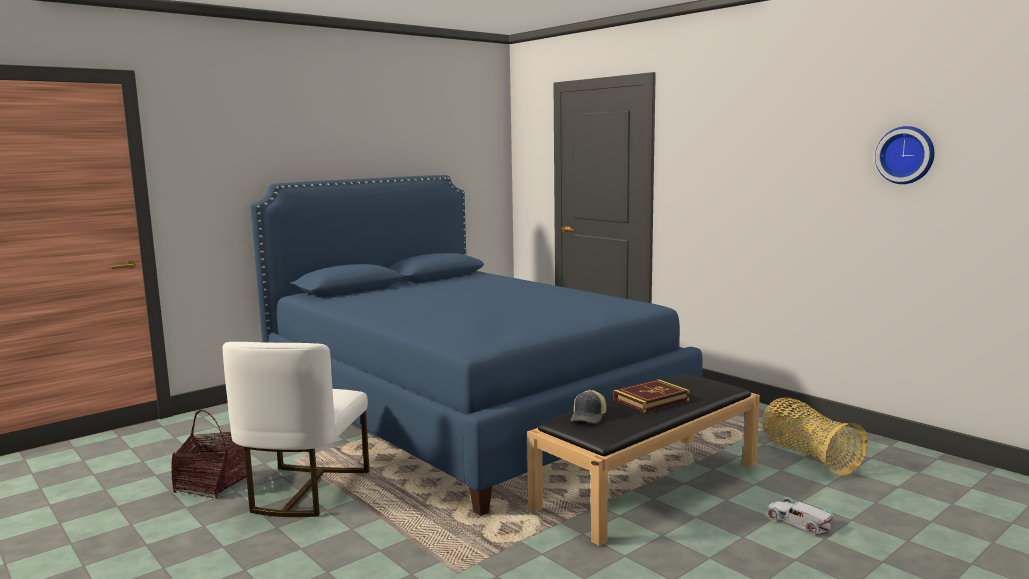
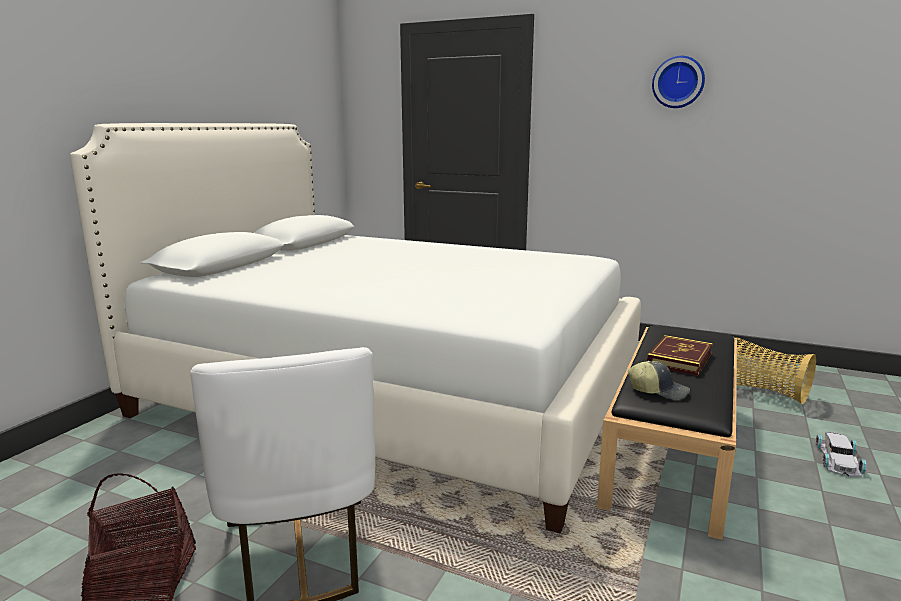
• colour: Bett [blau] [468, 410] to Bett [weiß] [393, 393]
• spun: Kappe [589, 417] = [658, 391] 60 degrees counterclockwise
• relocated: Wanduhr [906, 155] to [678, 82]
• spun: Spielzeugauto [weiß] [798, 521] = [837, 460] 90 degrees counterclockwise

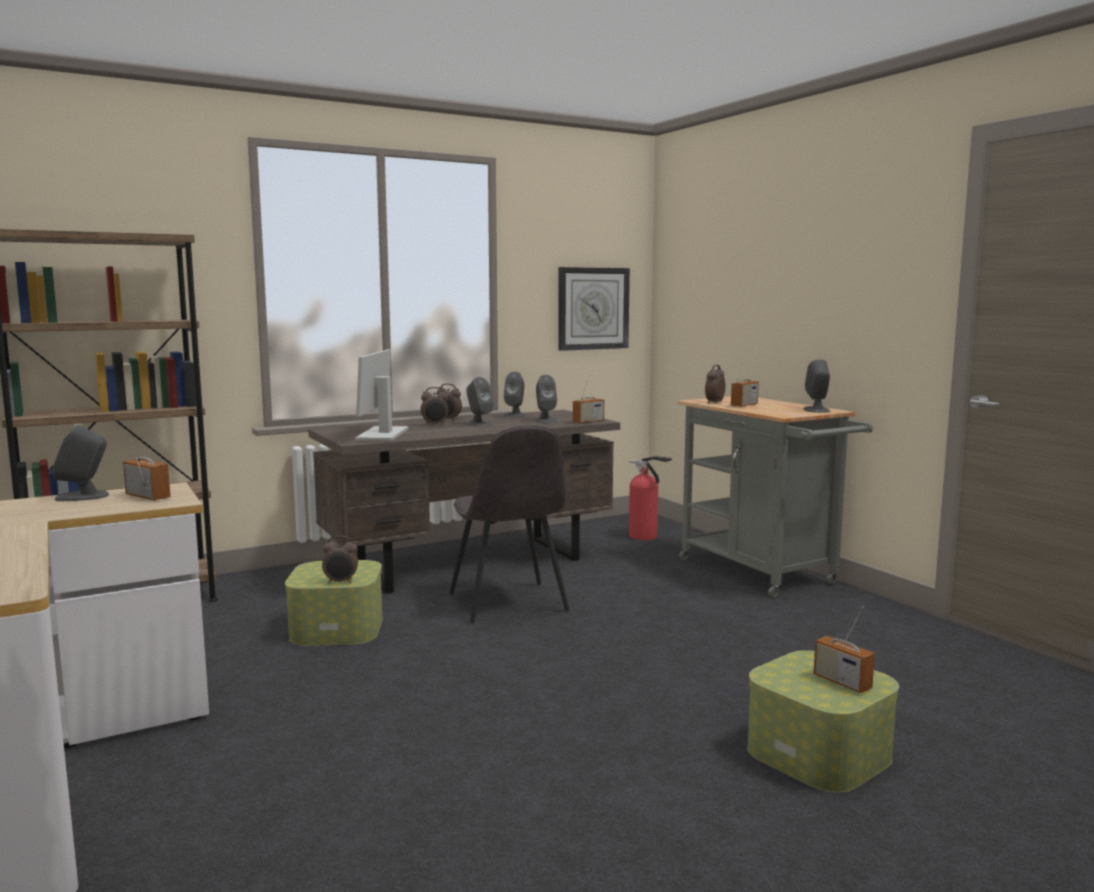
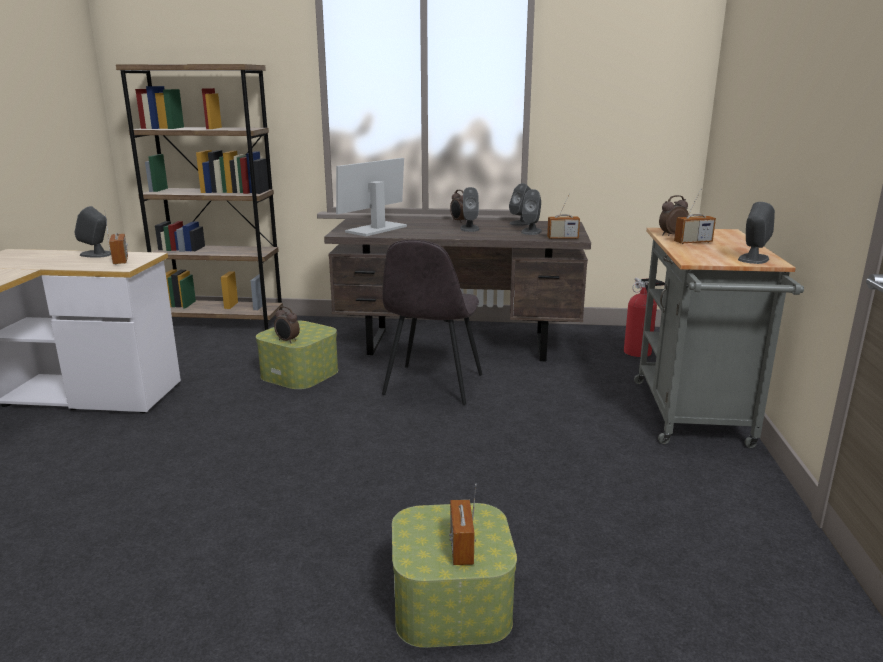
• missing: Wecker [435, 425]
• missing: Wanduhr [593, 308]

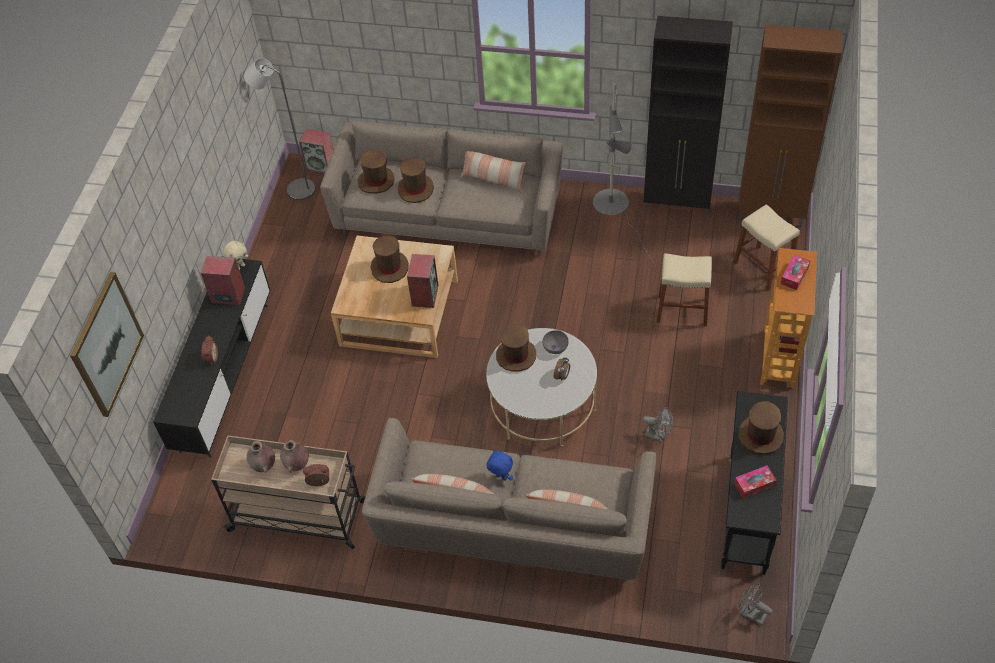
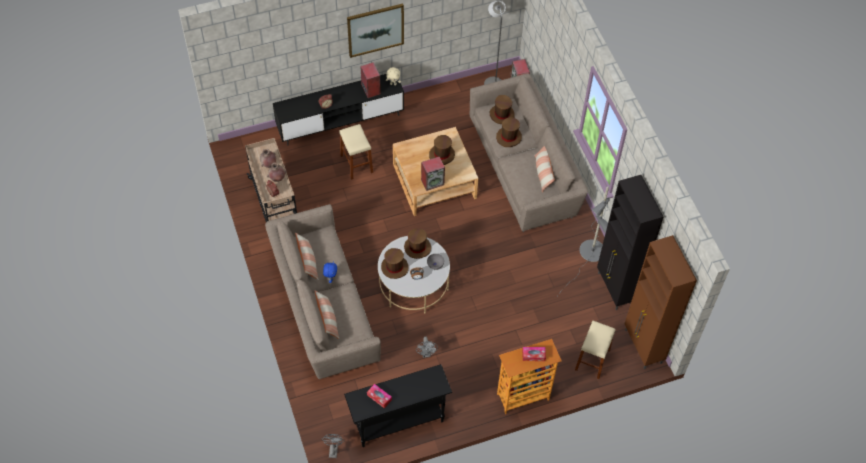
• relocated: Hocker [beige] [682, 310] to [356, 164]
• relocated: Bild [106, 344] to [375, 30]
• relocated: Hut [braun] [760, 436] to [394, 267]

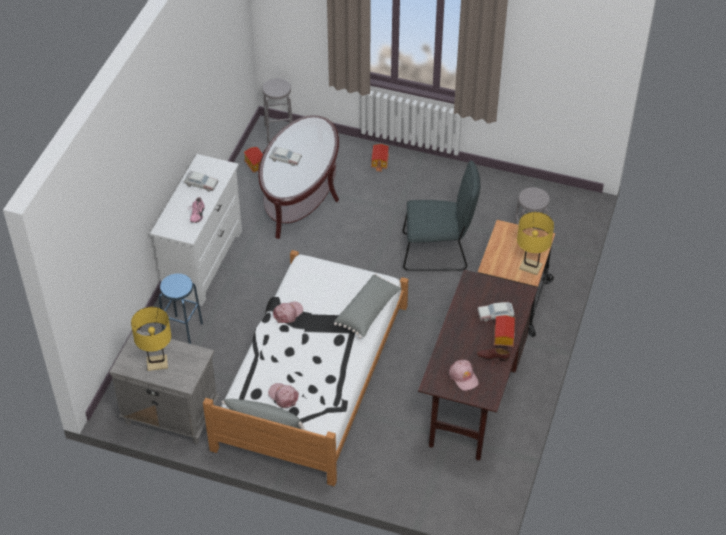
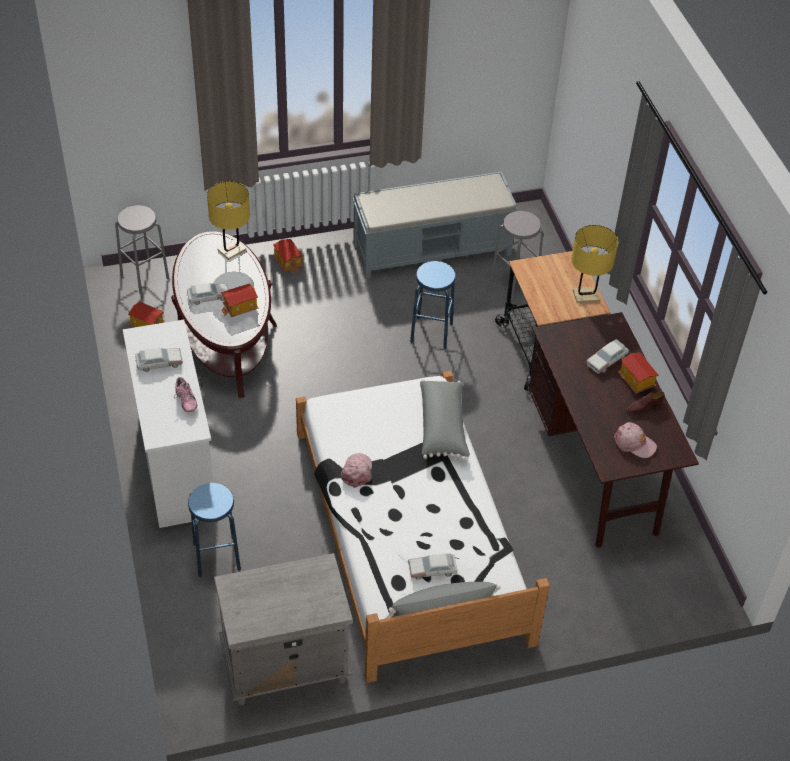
• relocated: Tischlampe [gelb] [157, 363] to [232, 250]
• appeared: Spielzeughaus [240, 308]
• appeared: Bank [grau] [433, 249]
• exchanged: Kappe [rosa] [283, 396] to Spielzeugauto [433, 569]
• exchanged: Stuhl [grau] [438, 252] to Hocker [blau] [431, 333]

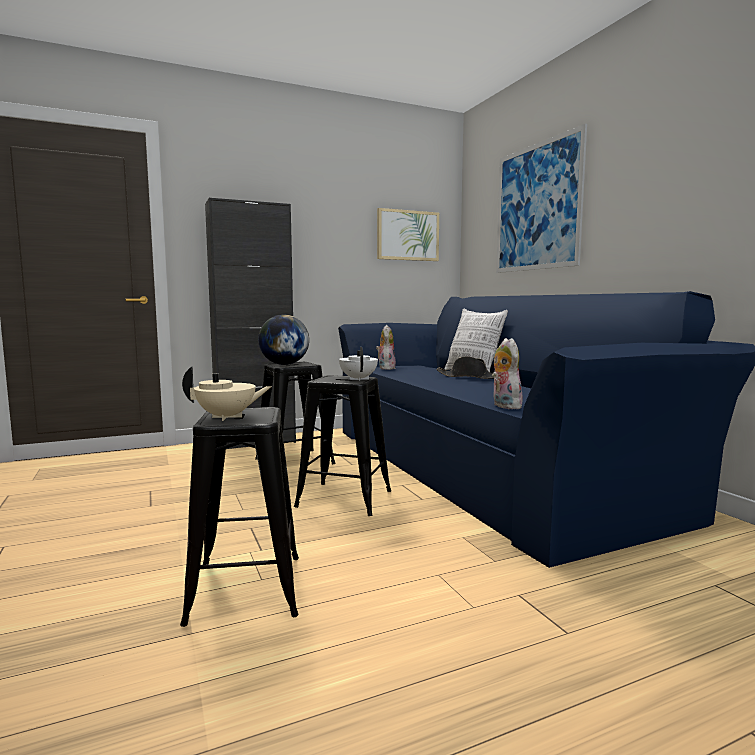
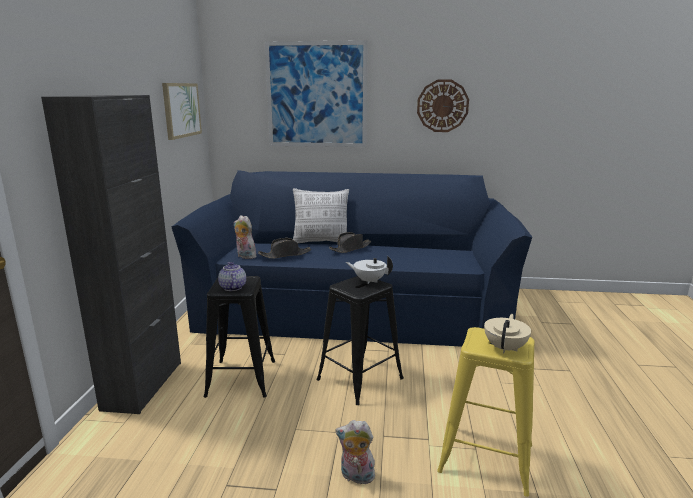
• exchanged: Globus [284, 364] to Teekanne [232, 287]
• appeared: Hut [schwarz] [285, 255]
• relocated: Plüschtier [504, 406] to [356, 477]
• appeared: Wanduhr [442, 106]
• colour: Hocker [schwarz] [246, 587] to Hocker [gelb] [485, 458]

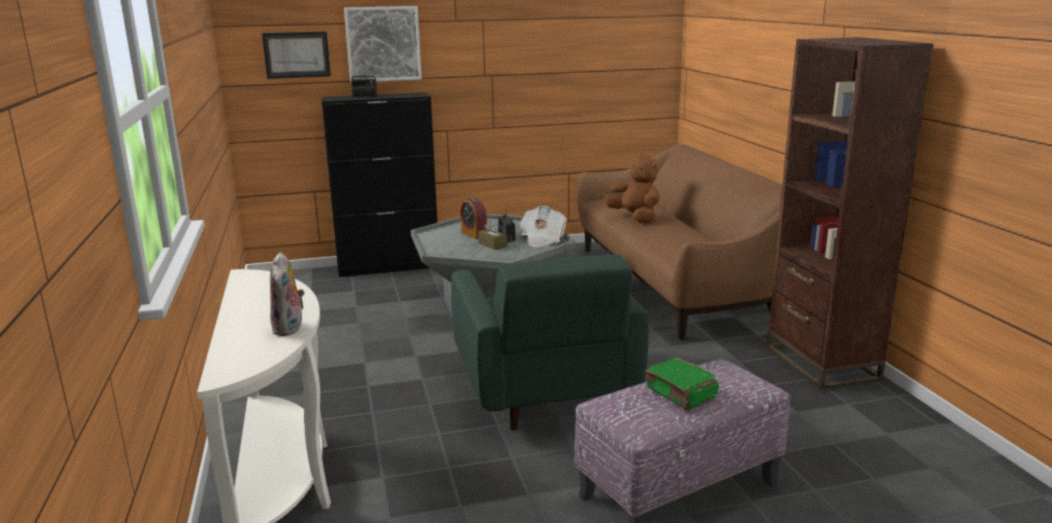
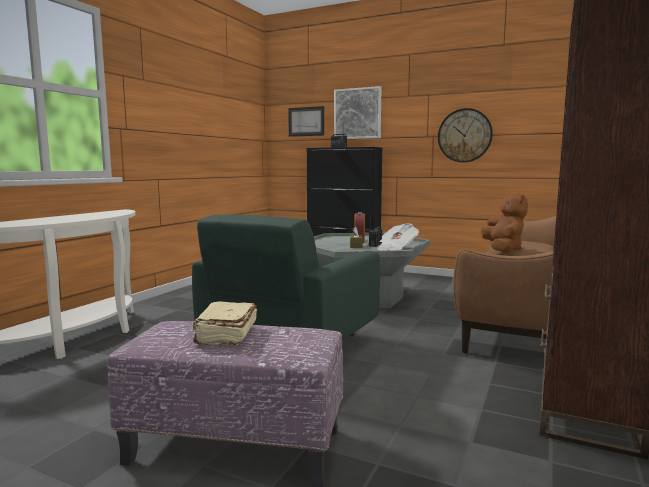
• colour: Buch [grün] [681, 394] to Buch [beige] [226, 335]
• appeared: Wanduhr [464, 135]
• missing: Plüschtier [290, 329]

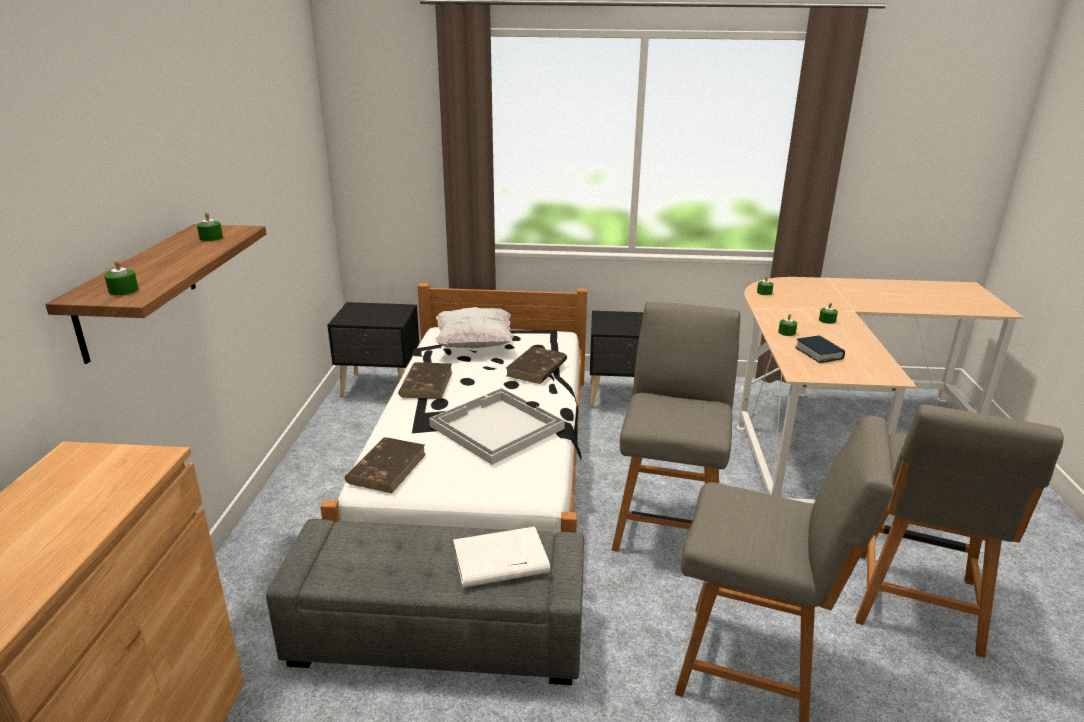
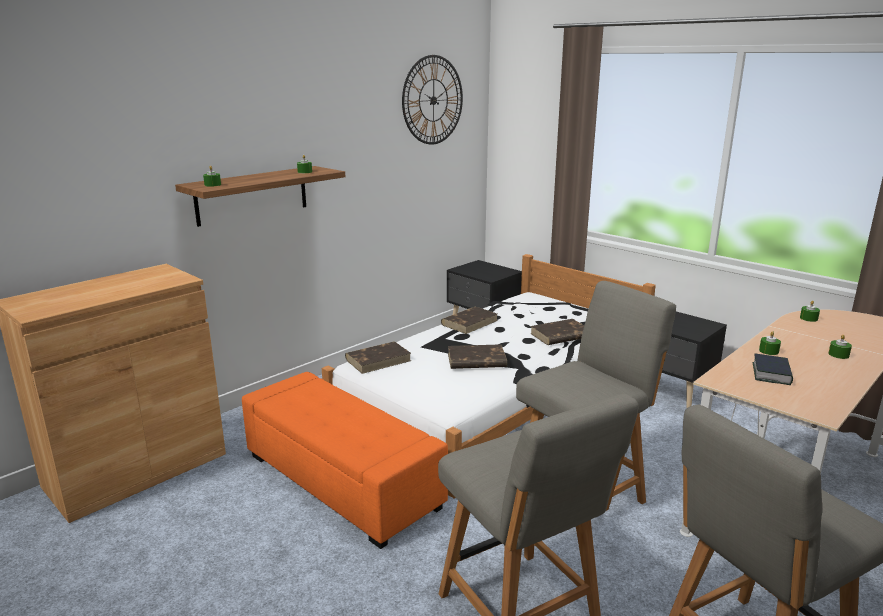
• colour: Polsterhocker [grau] [438, 634] to Polsterhocker [orange] [342, 480]
• appeared: Wanduhr [433, 100]
• exchanged: Tablett [weiß] [495, 427] to Buch [braun] [476, 360]
• missing: Kissen [weiß] [474, 345]
• missing: Buch [weiß] [499, 562]

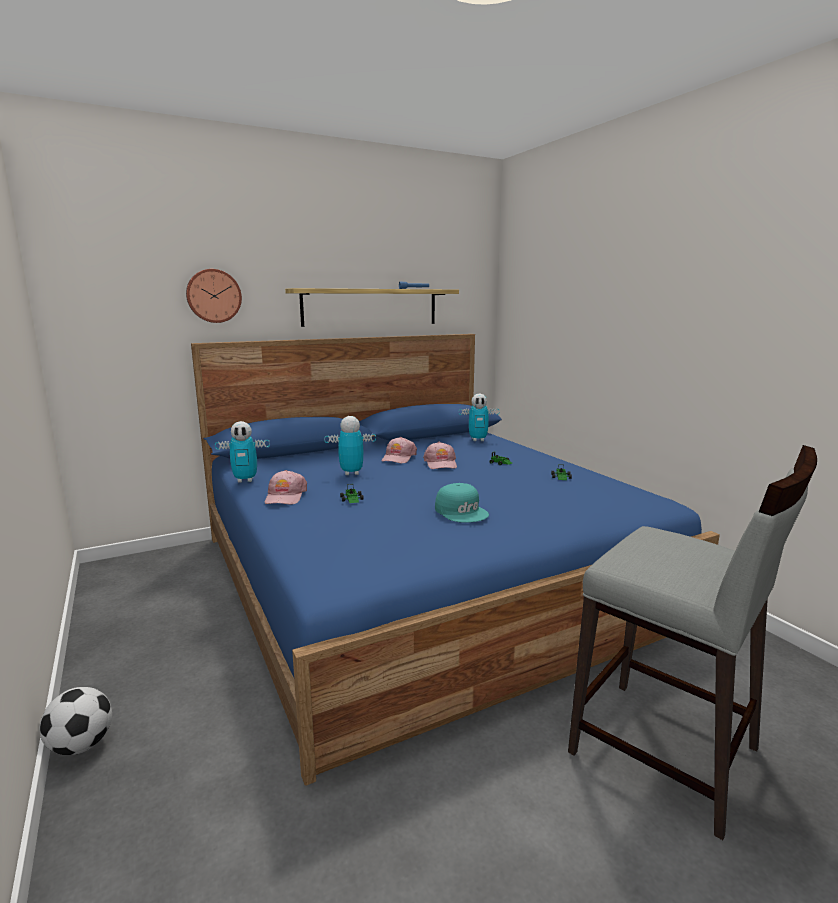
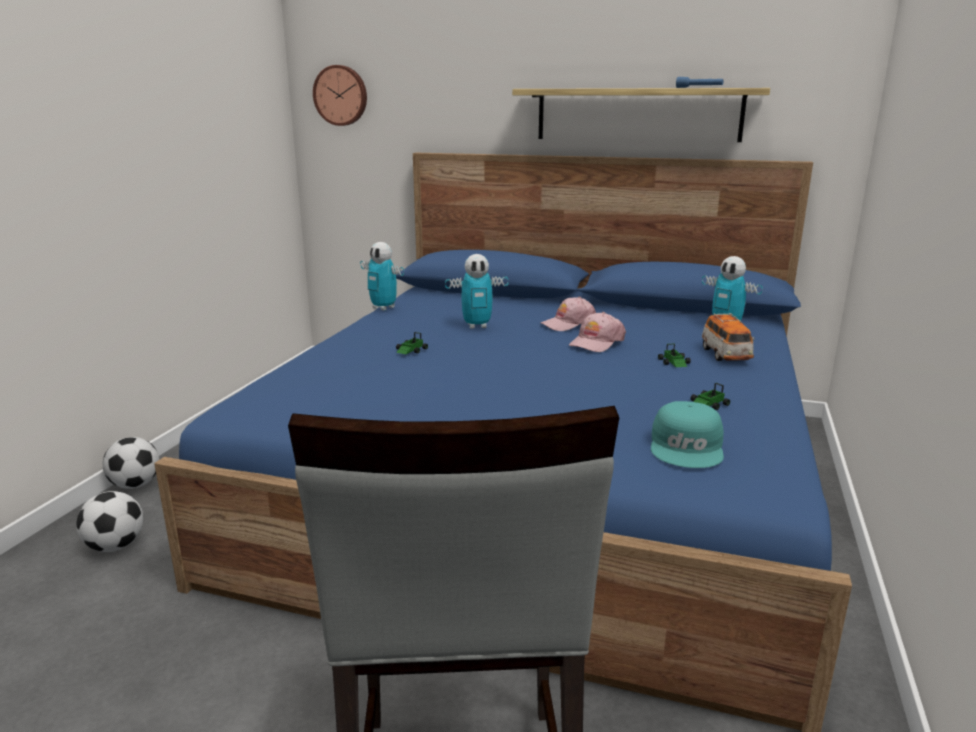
• appeared: Fußball [115, 546]
• relocated: Wanduhr [213, 296] to [341, 95]
• spun: Spielzeugroboter [351, 473] = [477, 326] 135 degrees clockwise
• relocated: Kappe [türkis] [462, 511] to [688, 447]
• appeared: Spielzeugauto [725, 355]
• missing: Kappe [rosa] [285, 496]

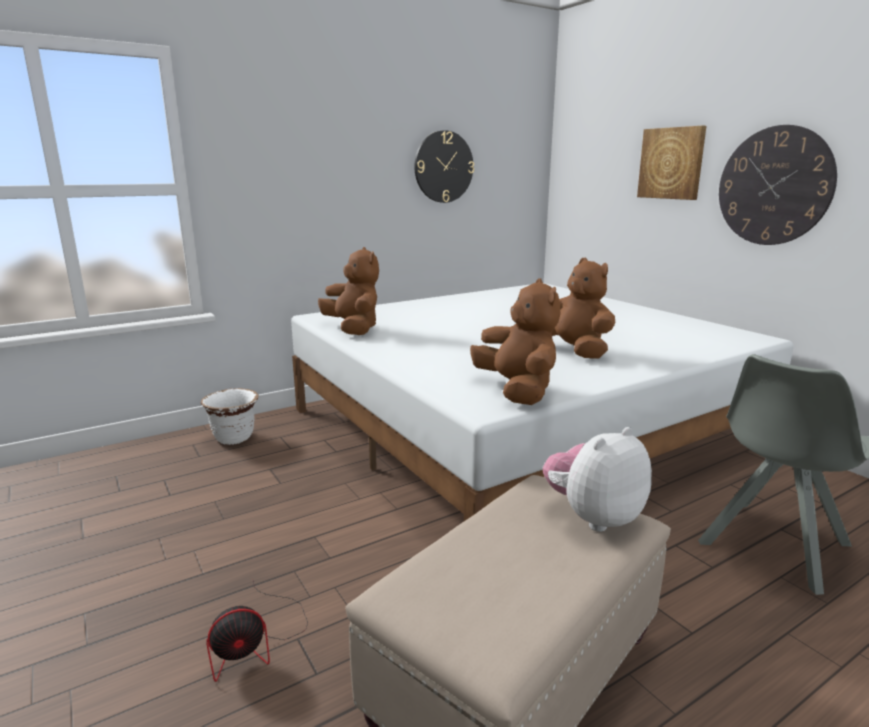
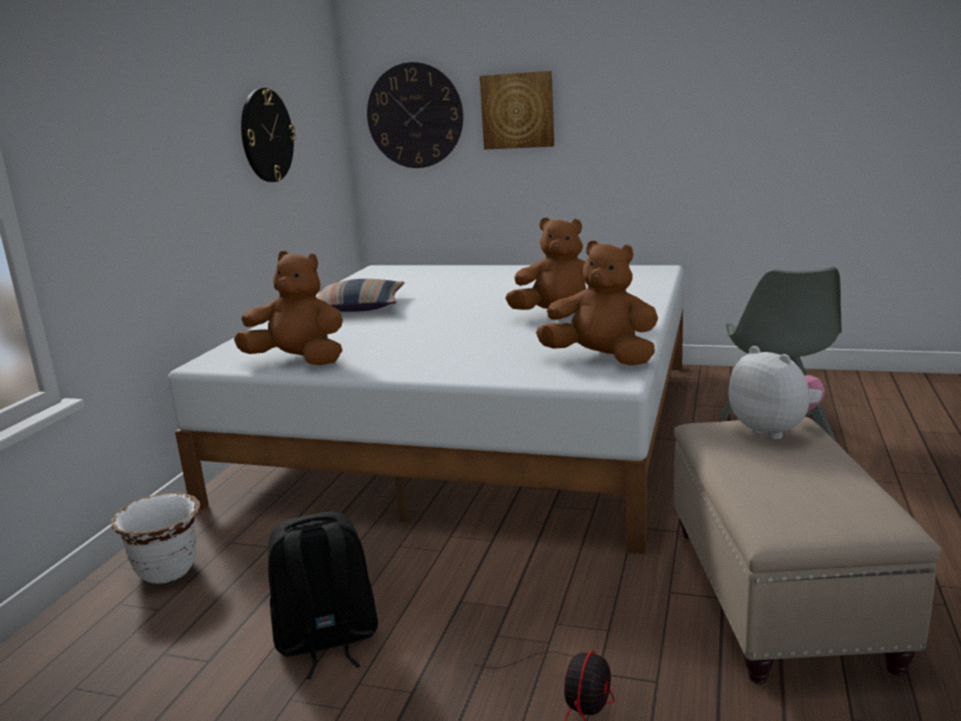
• appeared: Rucksack [schwarz] [326, 641]
• appeared: Kissen [358, 307]
• relocated: Wanduhr [774, 186] to [415, 116]
• spun: Plüschtier [593, 517] = [774, 430] 135 degrees clockwise

